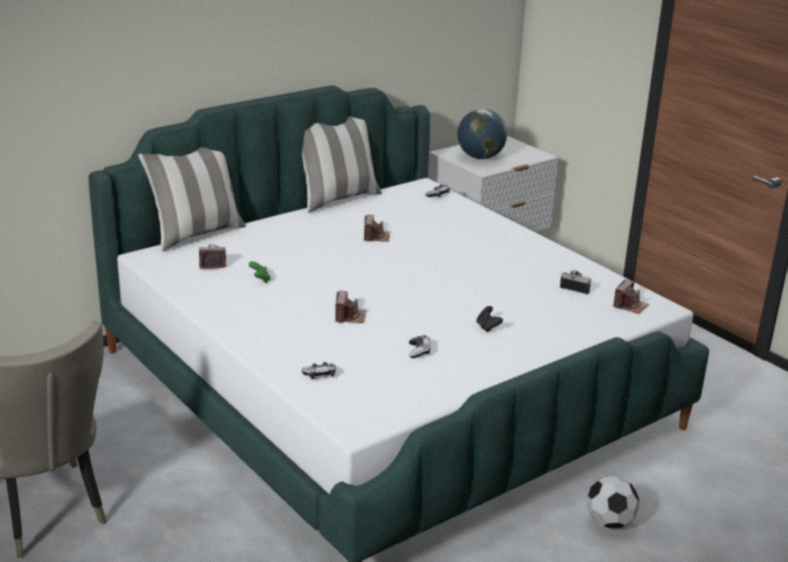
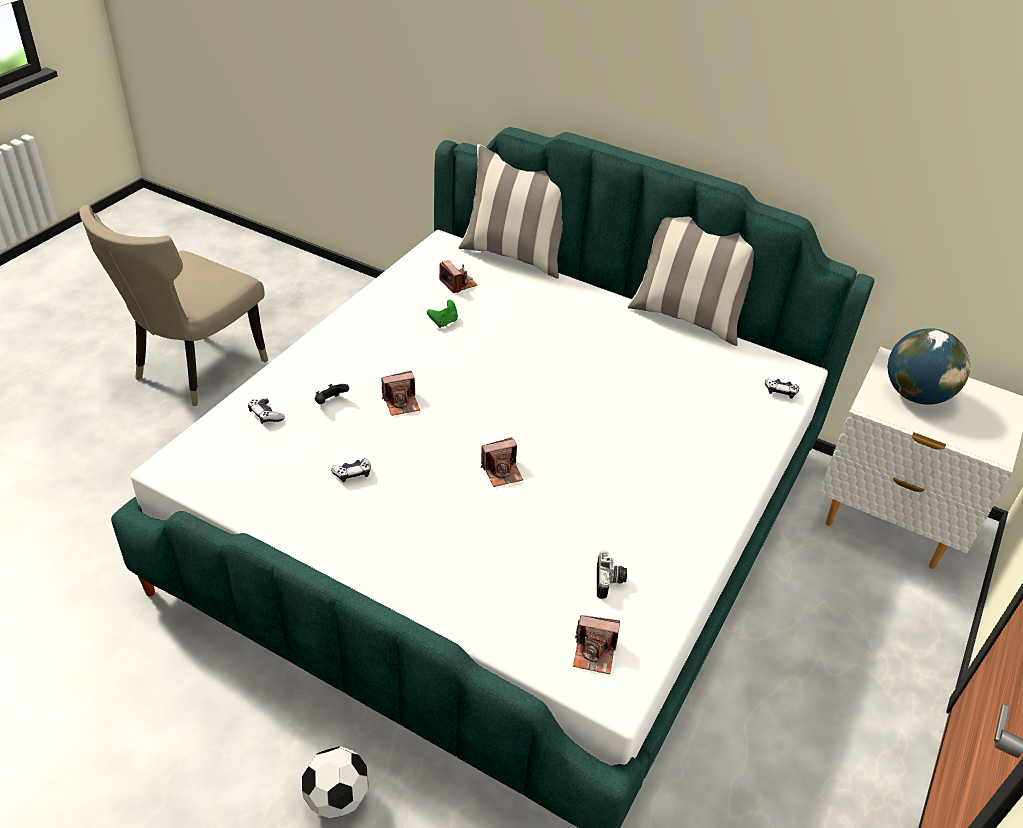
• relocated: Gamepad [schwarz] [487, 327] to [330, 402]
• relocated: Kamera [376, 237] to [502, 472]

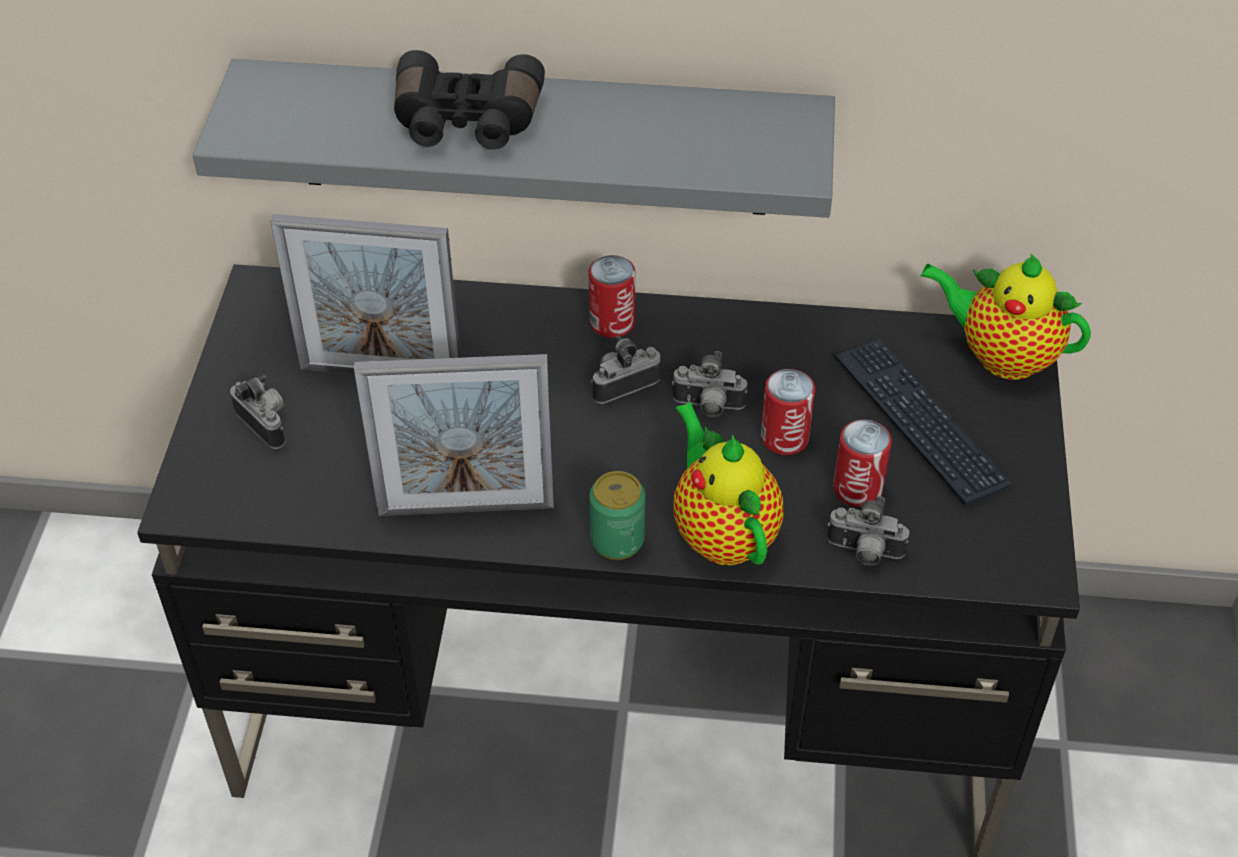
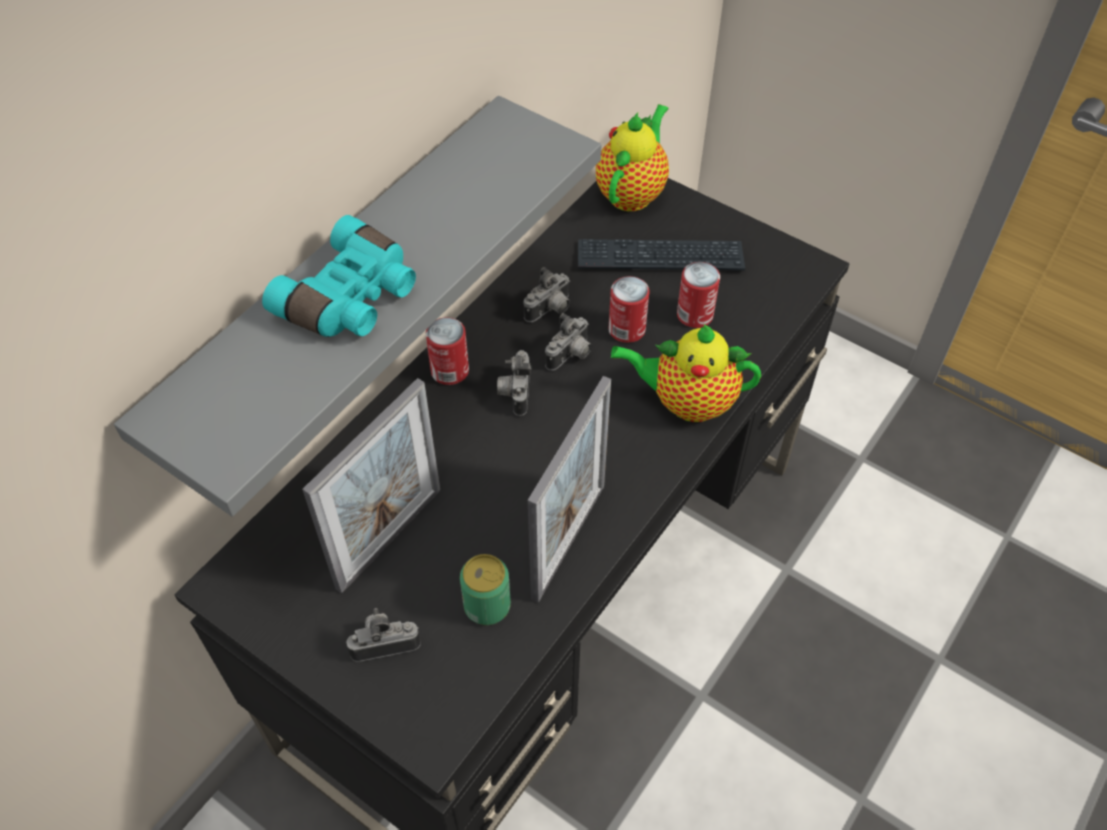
• colour: Fernglas [schwarz] [466, 123] to Fernglas [türkis] [352, 299]
• relocated: Dose [617, 540] to [487, 606]
• relocated: Kamera [864, 553] to [550, 310]
• spun: Teekanne [1000, 355] = [632, 192] 150 degrees clockwise

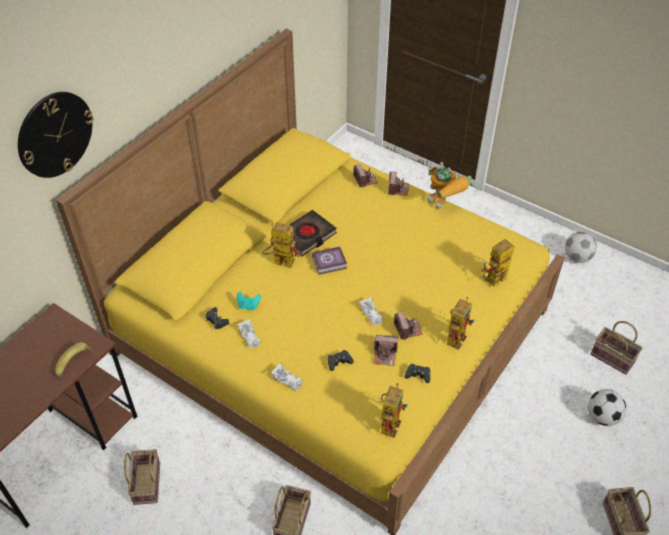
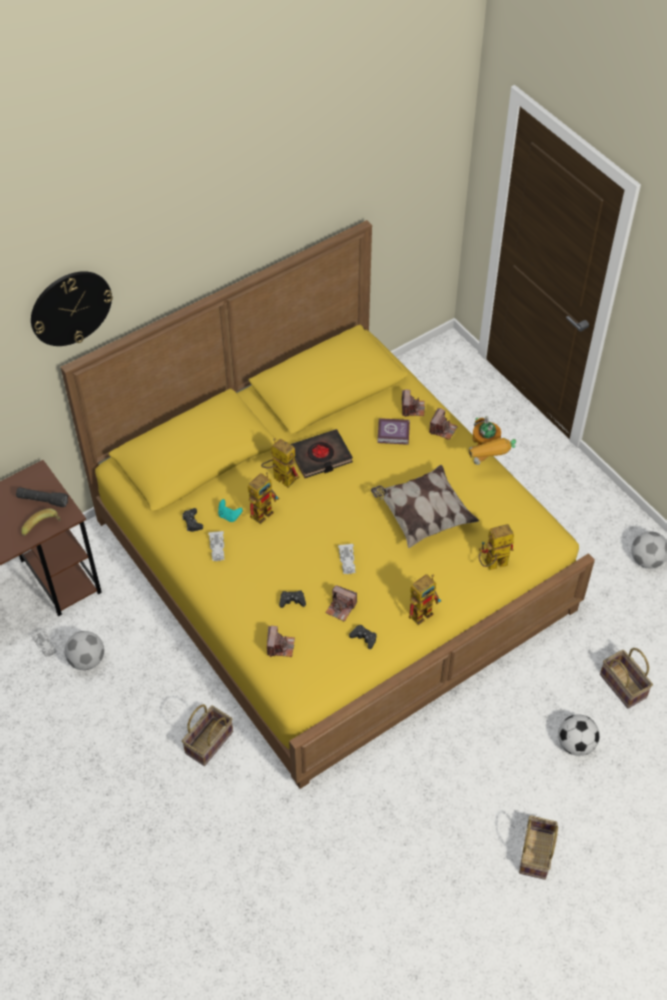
• appeared: Taschenlampe [schwarz] [43, 500]
• relocated: Spielzeugauto [weiß] [287, 380] to [45, 645]
• exchanged: Korb [146, 482] to Fußball [87, 660]
• relocated: Spielzeugroboter [390, 422] to [264, 510]
• relocated: Kamera [408, 329] to [280, 646]
• appeared: Kissen [423, 516]
• relocated: Buch [330, 263] to [394, 434]

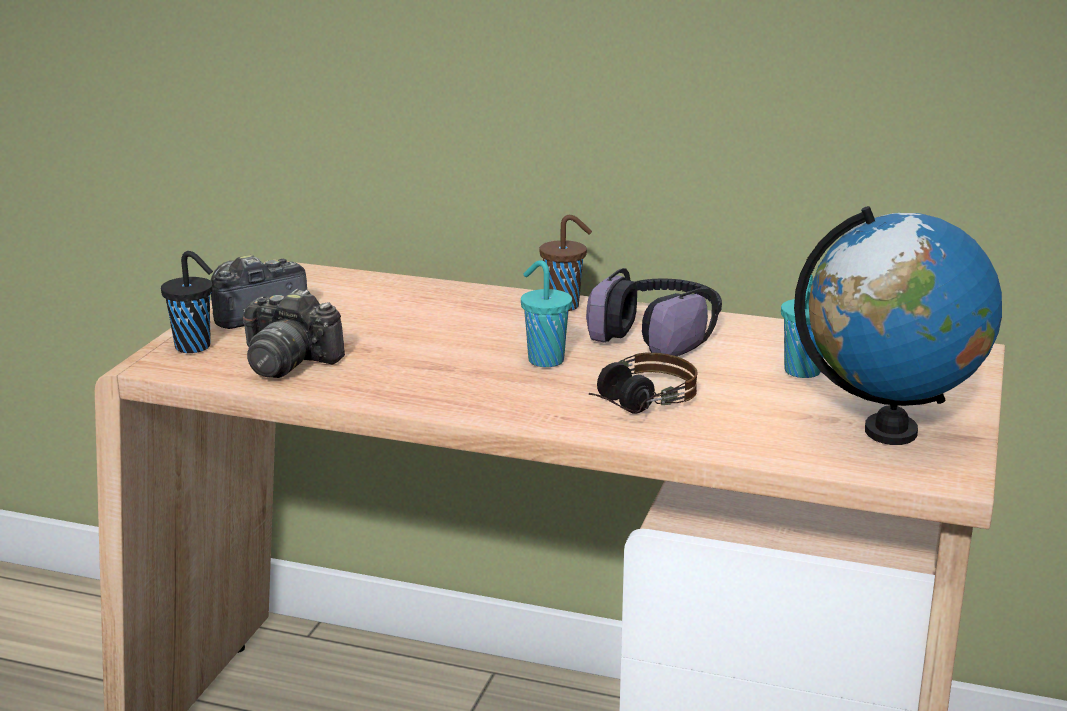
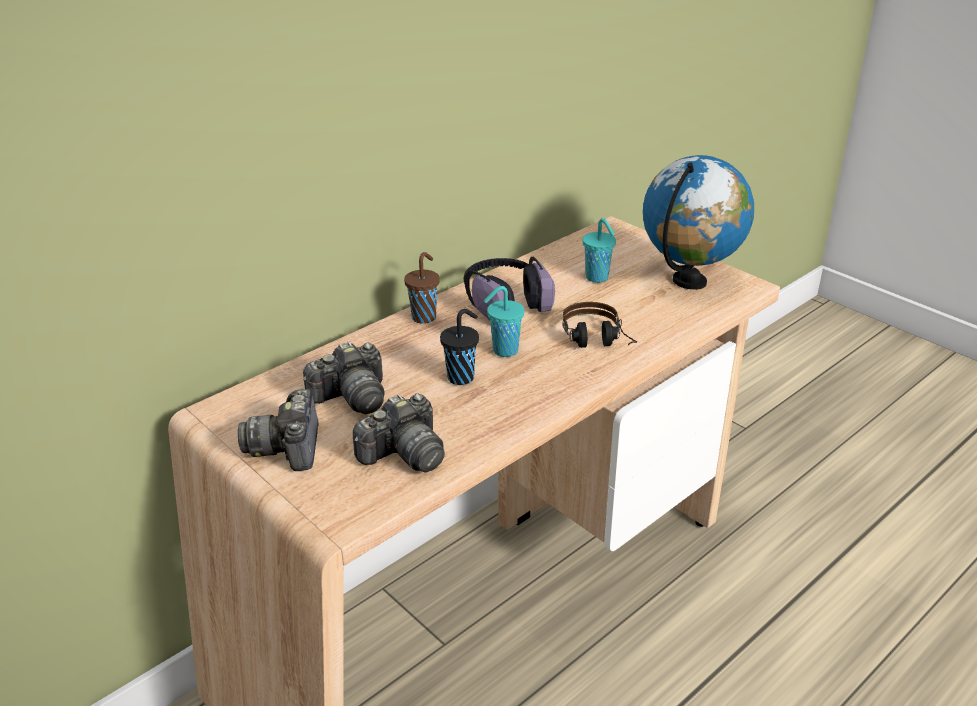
• appeared: Kamera [352, 397]
• relocated: Tasse [schwarz] [195, 347] to [462, 377]

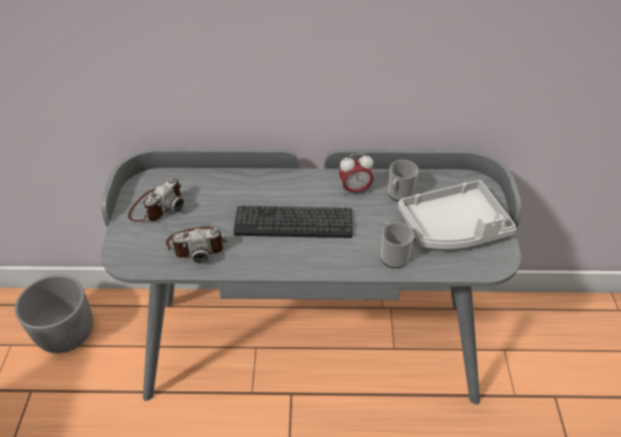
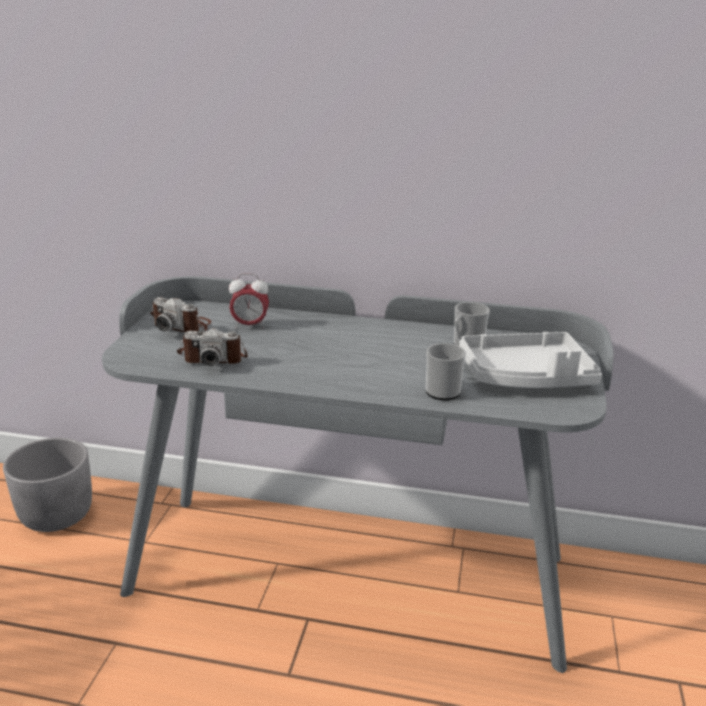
• spun: Kamera [157, 206] = [182, 326] 75 degrees clockwise
• relocated: Wecker [355, 190] to [250, 326]
• missing: Tastatur [293, 223]

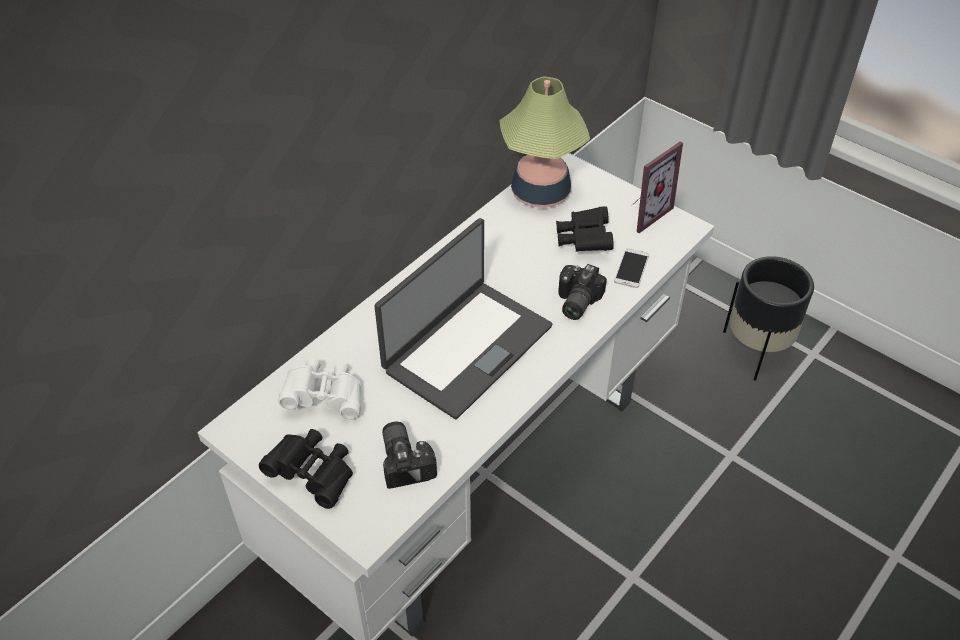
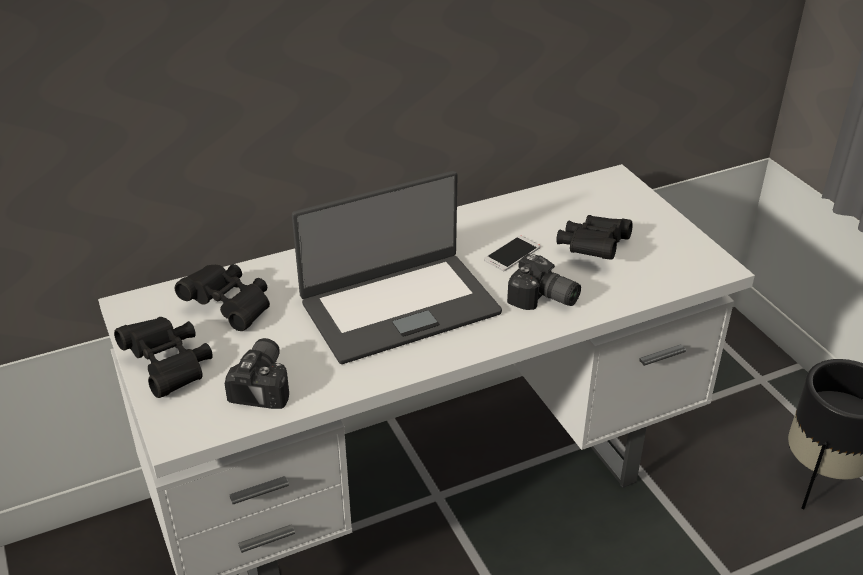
• colour: Fernglas [weiß] [325, 398] to Fernglas [schwarz] [230, 307]
• relocated: Handy [631, 268] to [512, 254]
• spun: Kamera [575, 302] = [543, 300] 105 degrees counterclockwise
• missing: Tischlampe [540, 193]
• missing: Bilderrahmen [644, 213]

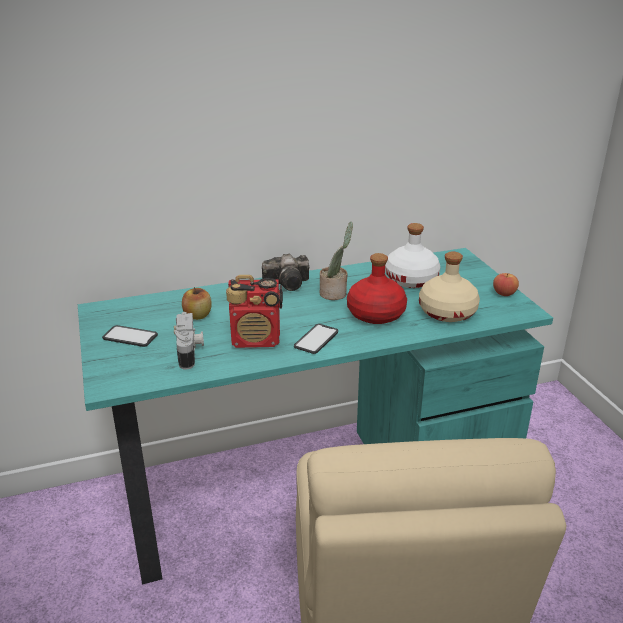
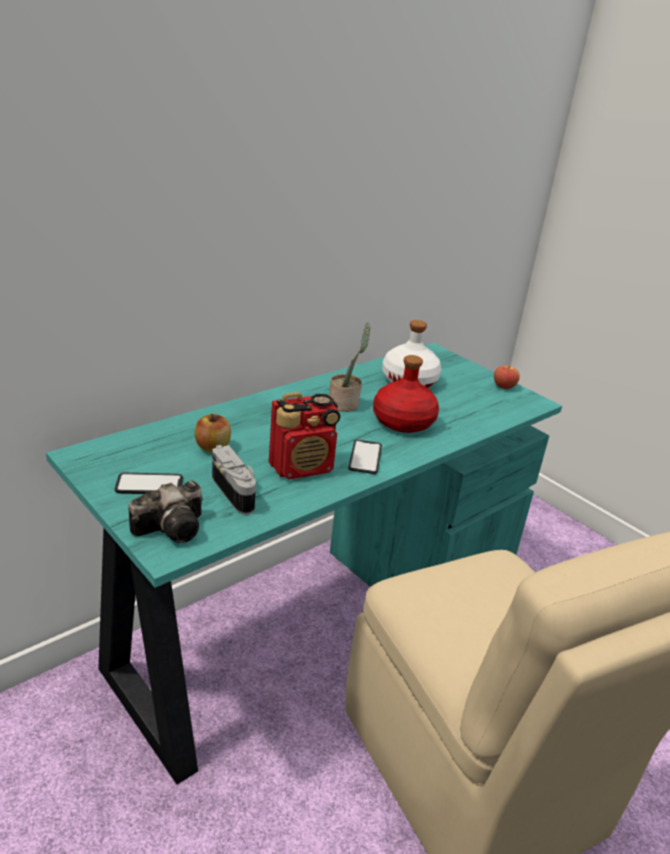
• relocated: Kamera [289, 283] to [174, 527]
• missing: Flasche [beige] [448, 312]

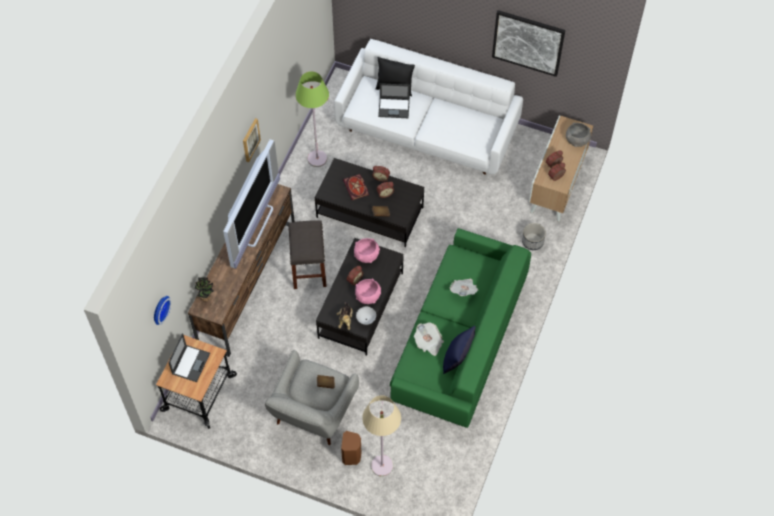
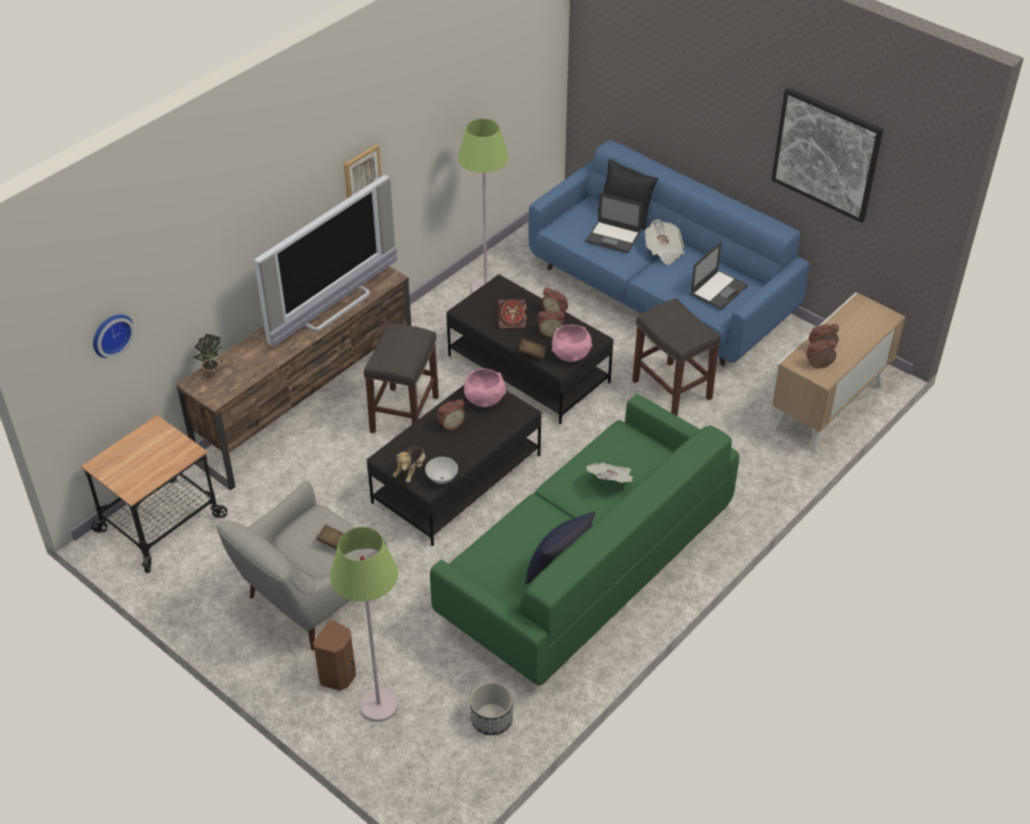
• colour: Stehlampe [beige] [382, 466] to Stehlampe [grün] [378, 705]
• relocated: Pflanzkübel [532, 241] to [492, 719]
• colour: Sofa [weiß] [427, 130] to Sofa [blau] [660, 294]
• relocated: Schüssel [rosa] [367, 296] to [570, 355]
• appeared: Hocker [grau] [673, 390]
• relocated: Zeitung [428, 342] to [663, 251]
• relocated: Laptop [191, 363] to [719, 289]
• missing: Schüssel [grau] [576, 140]

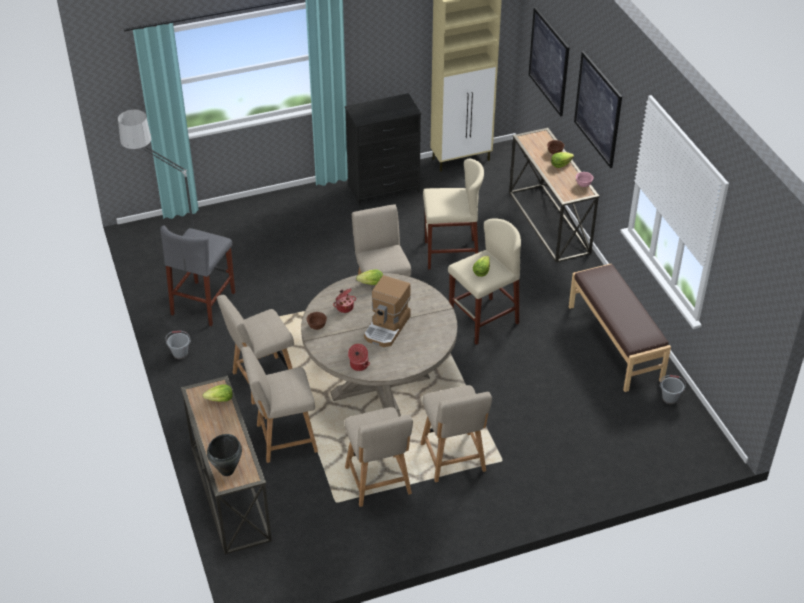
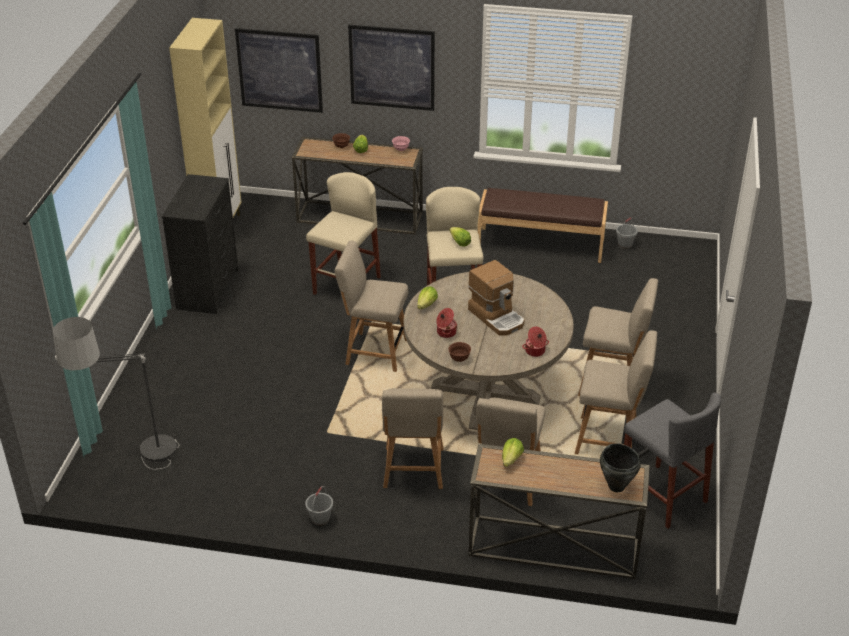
• relocated: Hocker [grau] [203, 303] to [662, 495]

